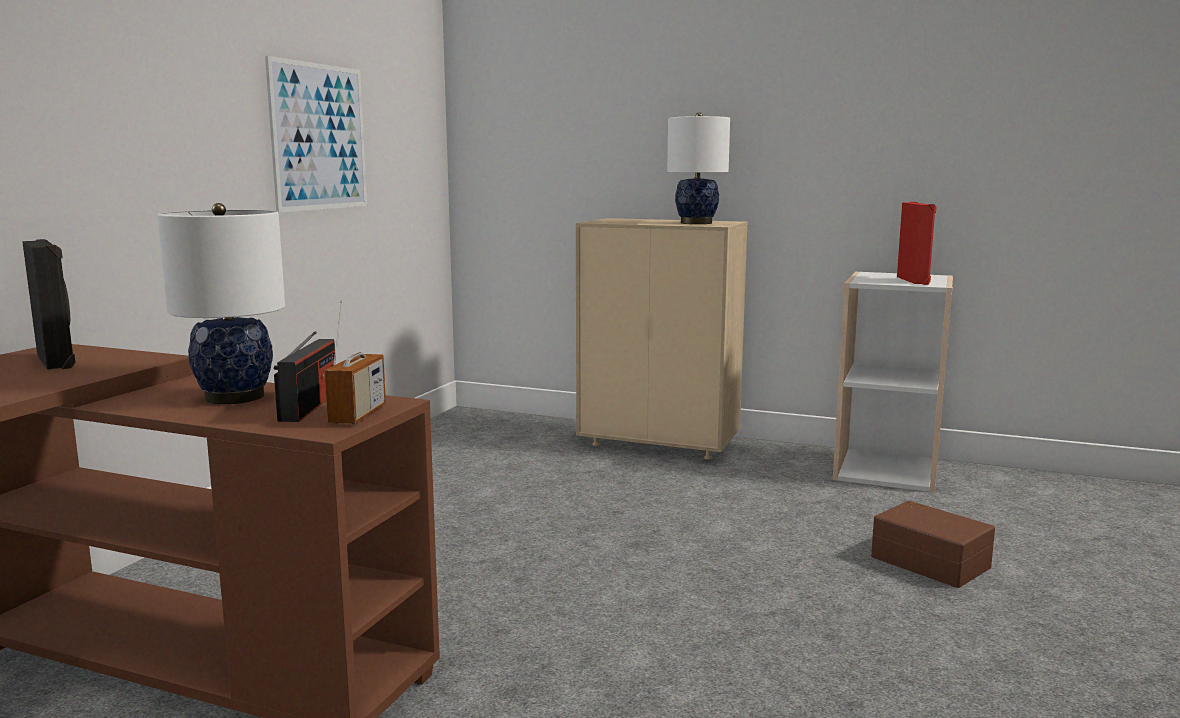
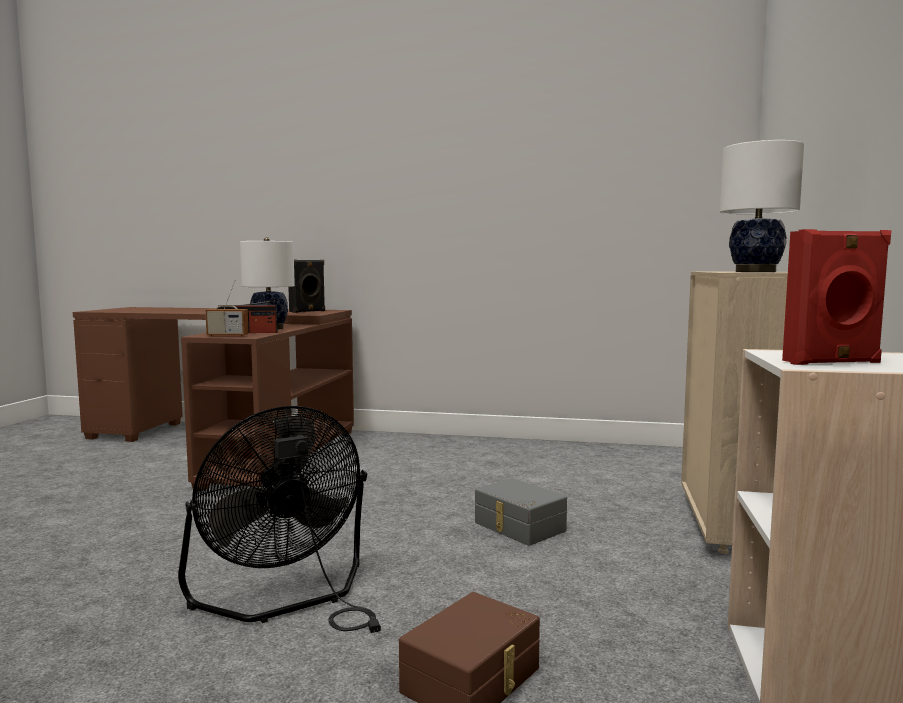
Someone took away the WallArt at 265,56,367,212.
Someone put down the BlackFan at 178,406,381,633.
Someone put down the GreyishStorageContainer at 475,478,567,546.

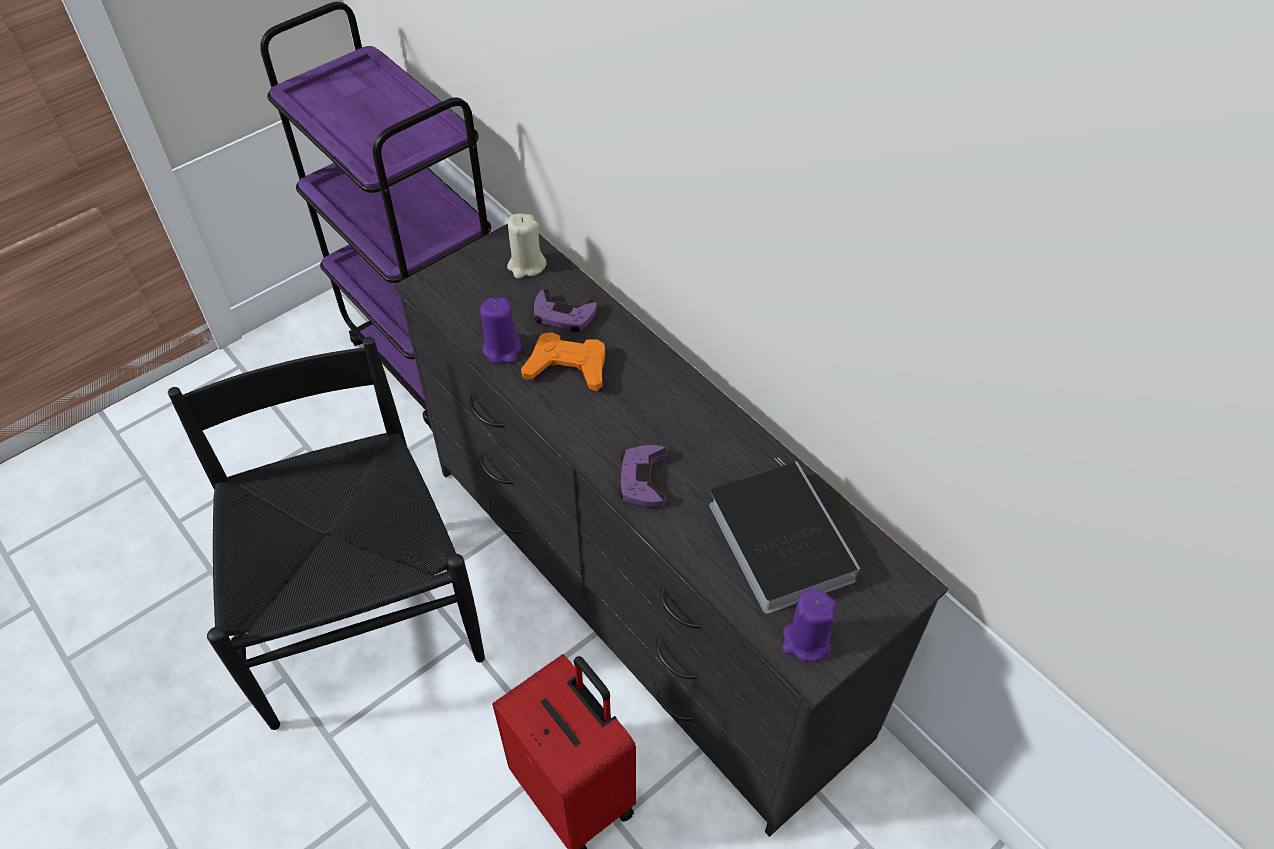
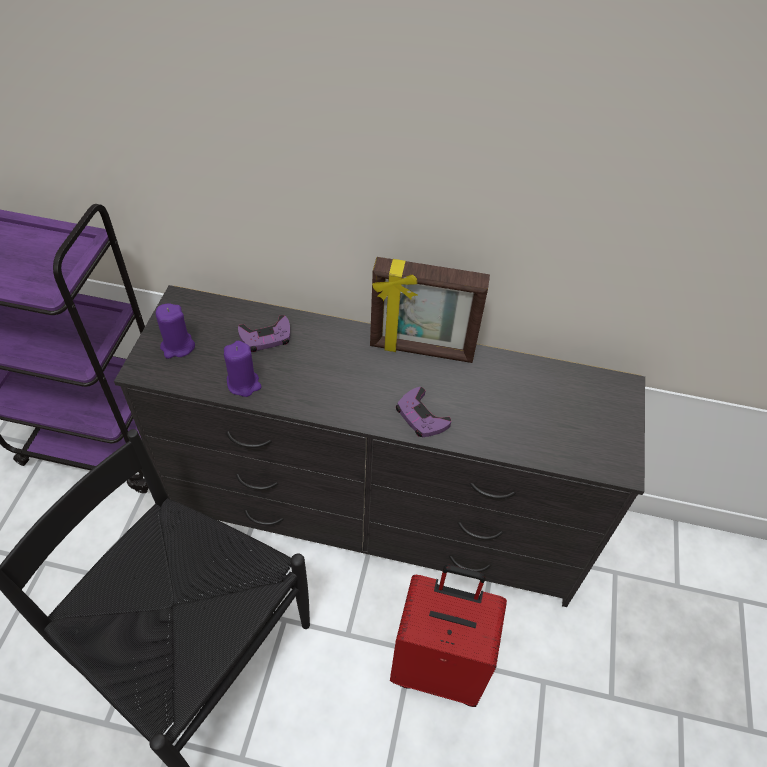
Someone took away the SandColouredWaxCandle at 507,213,546,279.
Someone took away the OrangeColouredGamepad at 521,332,605,391.
Someone took away the Volume at 709,458,861,614.
Someone put down the StandingFrame at 370,257,490,363.
Someone carried the PurplishWaxCandle from 782,589,837,662 to 156,304,195,359.

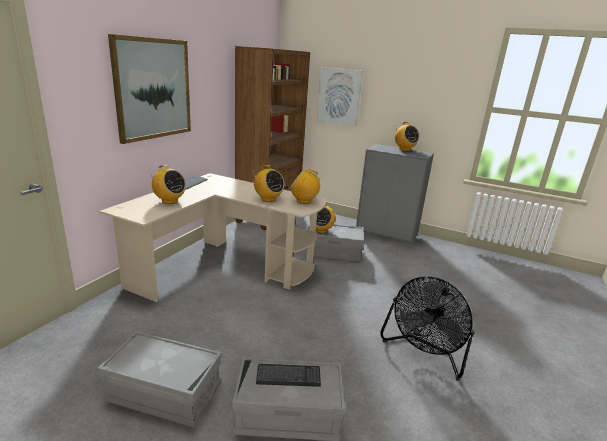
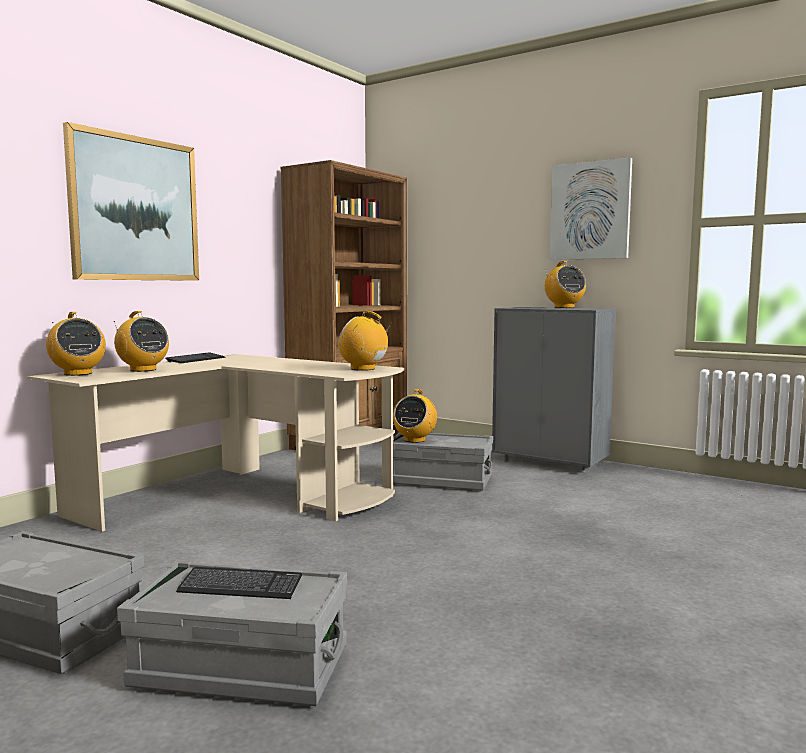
Someone took away the BlackFan at 380,276,475,381.
Someone carried the Radio from 253,165,285,202 to 46,312,106,376.
Someone carried the WallArt from 316,67,363,126 to 550,158,632,260.

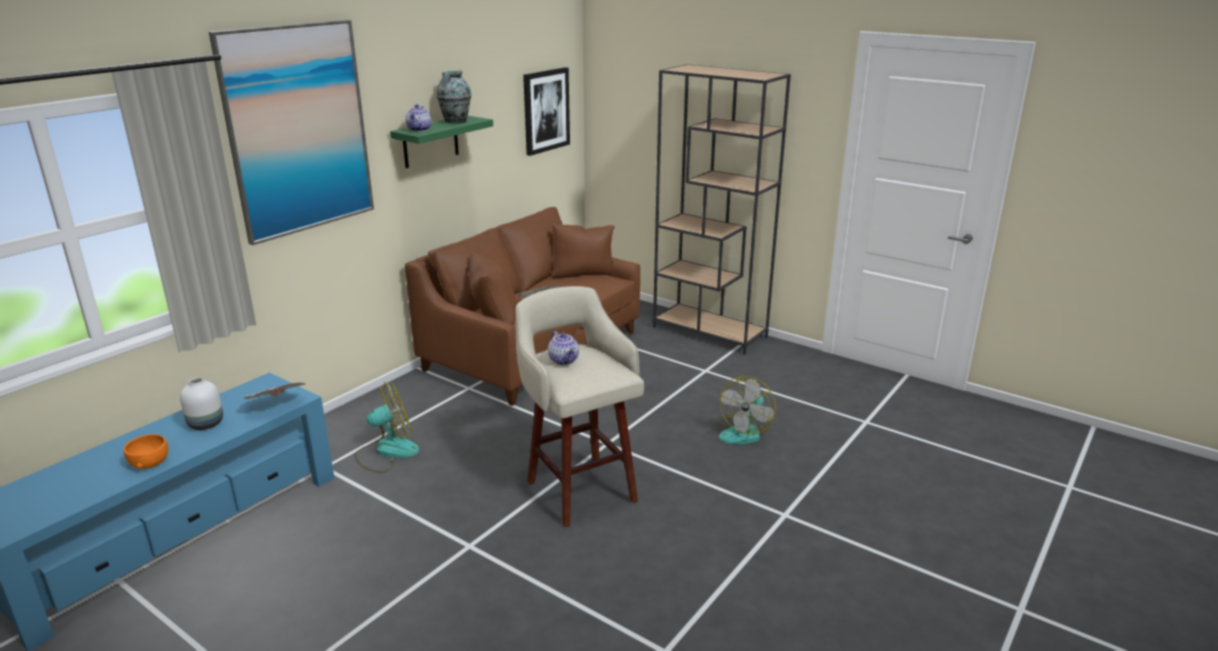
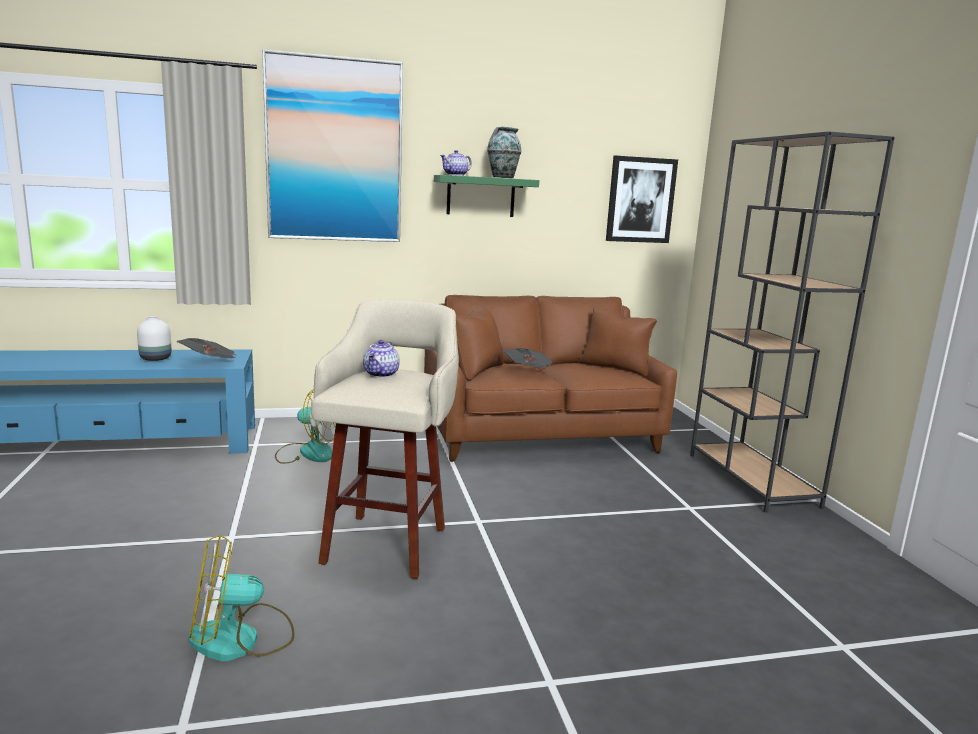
Someone took away the OrangeColouredServingBowl at 123,434,168,469.
Someone carried the Fan from 717,376,776,444 to 189,535,295,661.

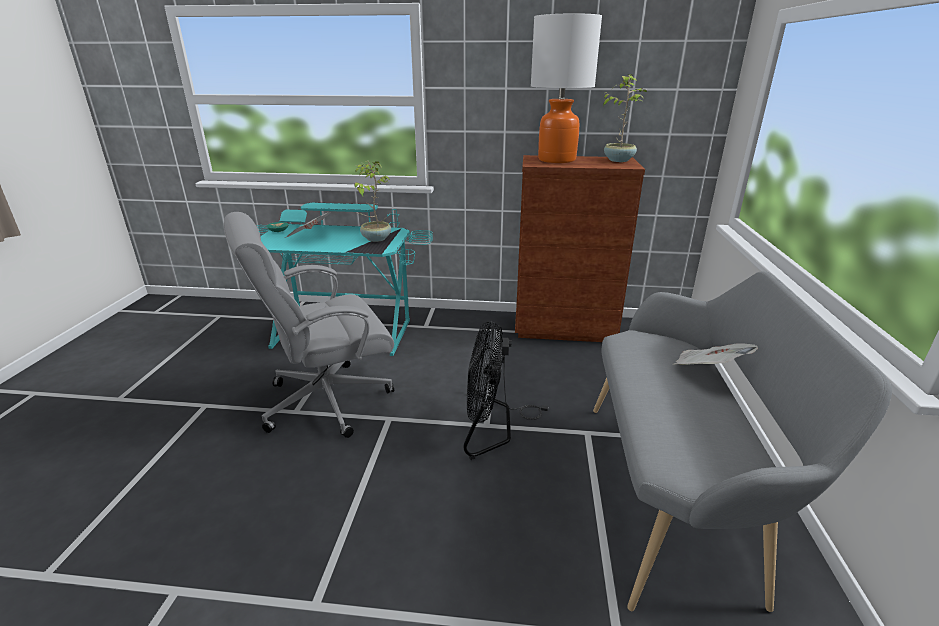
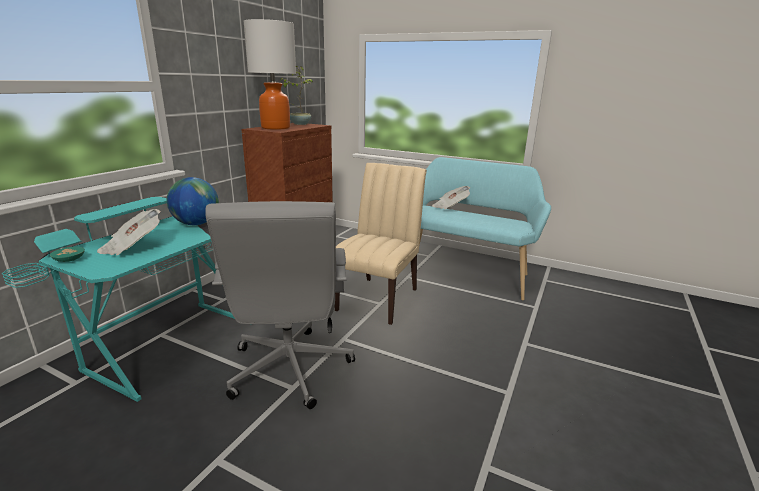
Someone swapped the Houseplant at 354,161,391,242 for the WorldGlobe at 167,177,219,225.
Someone swapped the BlackFan at 464,321,550,460 for the SandColouredPlainChair at 335,163,427,325.
Someone repainted the GreyishIndoorBench at 593,271,892,612, which became the BlueGreenIndoorBench at 419,157,551,301.

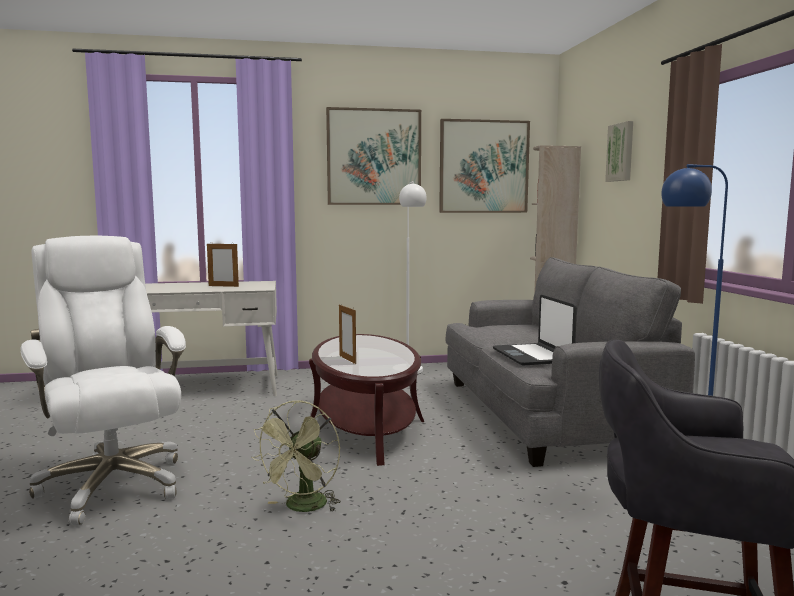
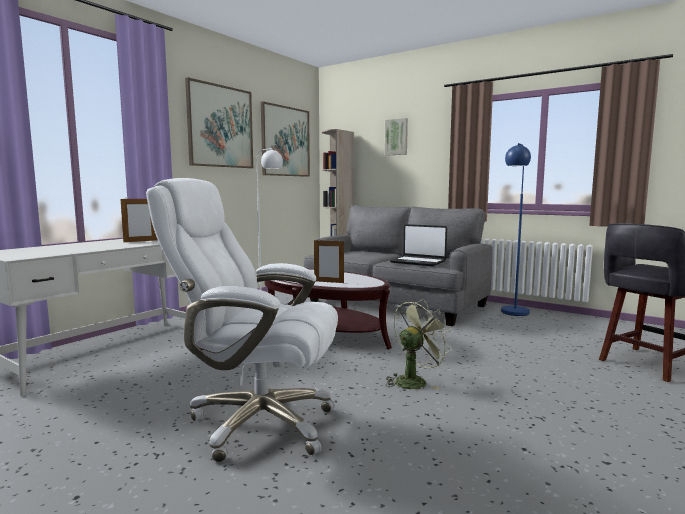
Someone rotated the GreenishFan at 251,400,341,512 by 105 degrees counterclockwise.

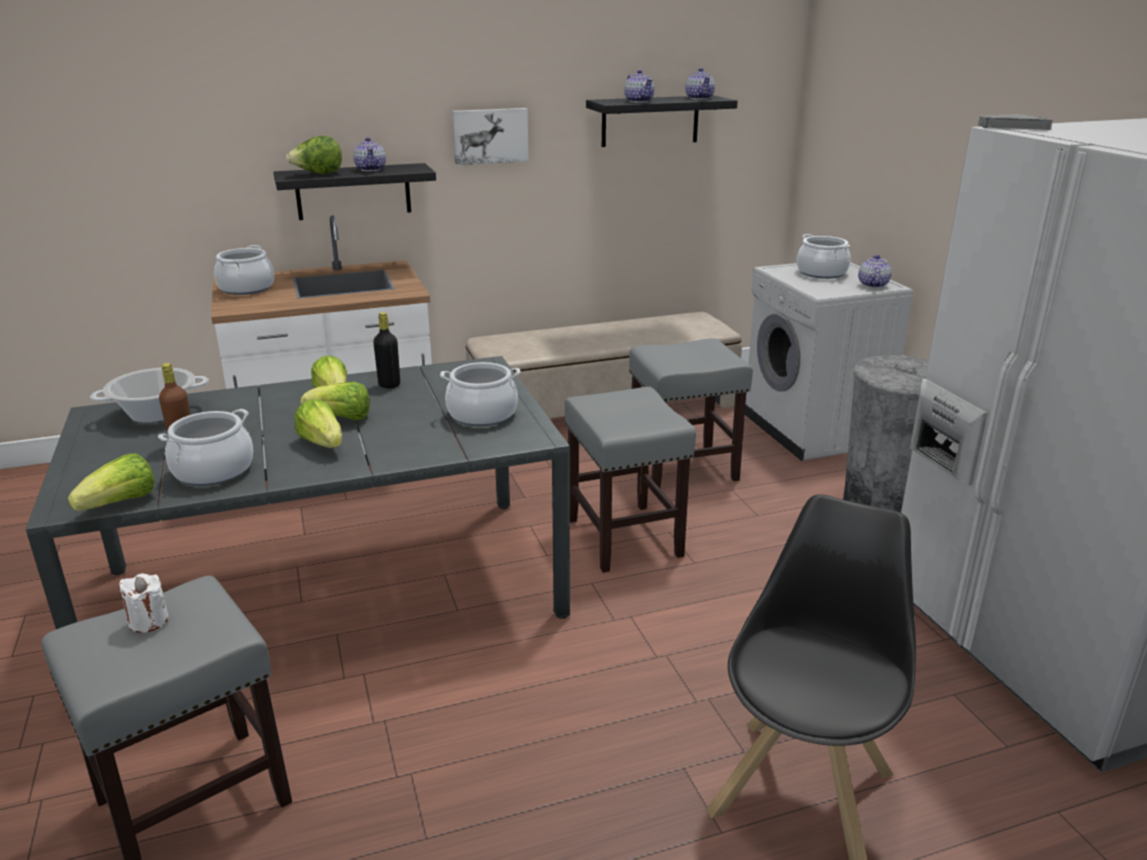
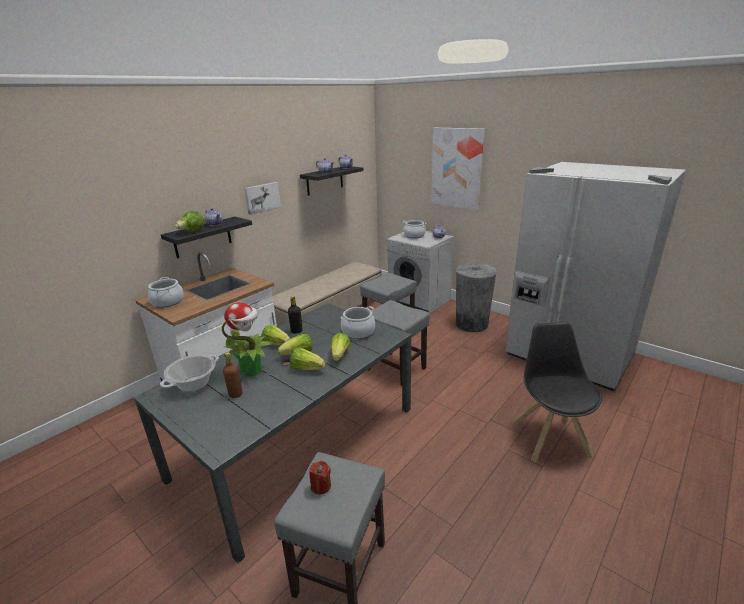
Someone took away the CookingPot at 158,409,253,486.
Someone put down the Houseplant at 222,302,272,377.
Someone put up the WallArt at 431,128,485,210.
Someone carried the HeadOfLettuce from 68,453,155,511 to 331,333,351,361.
Someone repainted the WhitishWaxCandle at 120,573,169,633, which became the RedWaxCandle at 310,461,331,494.

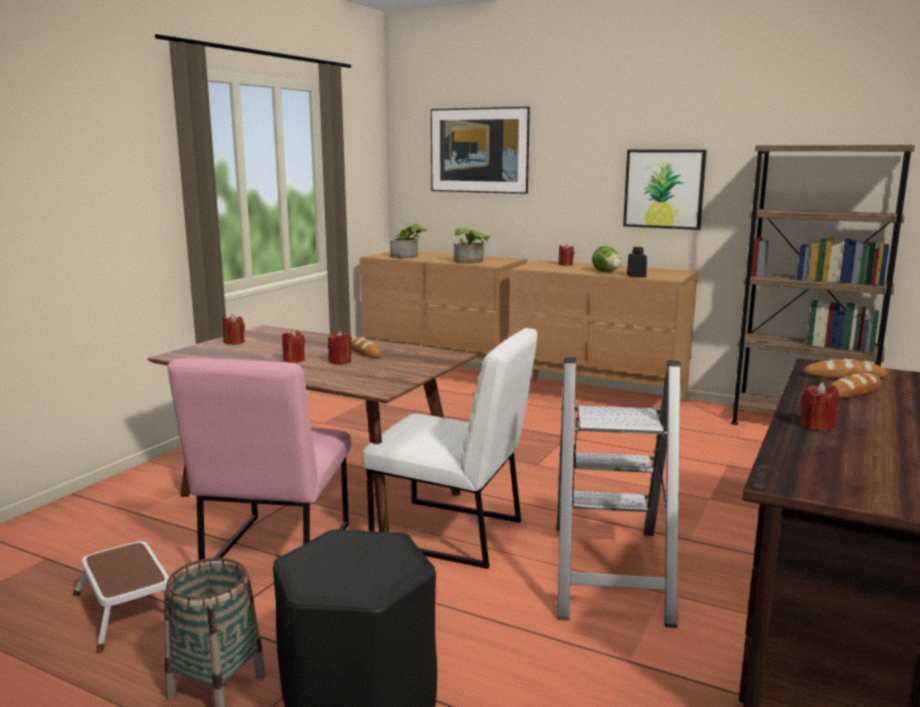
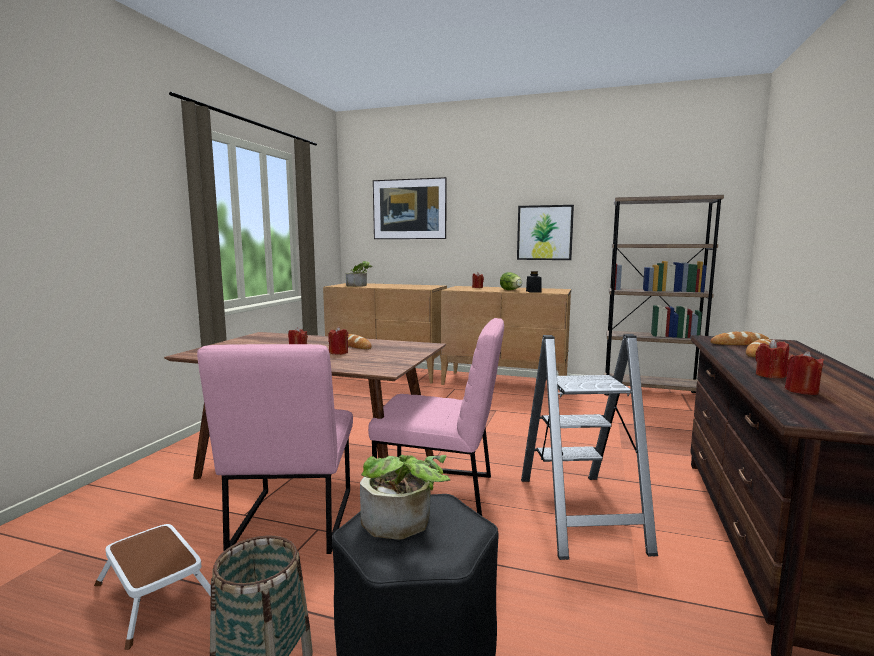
Someone carried the RedWaxCandle from 222,314,245,345 to 785,351,824,395.
Someone carried the Houseplant from 454,228,491,264 to 360,455,450,540.
Someone repainted the WhitishPlainChair at 362,328,537,569, which became the PinkPlainChair at 368,318,504,516.

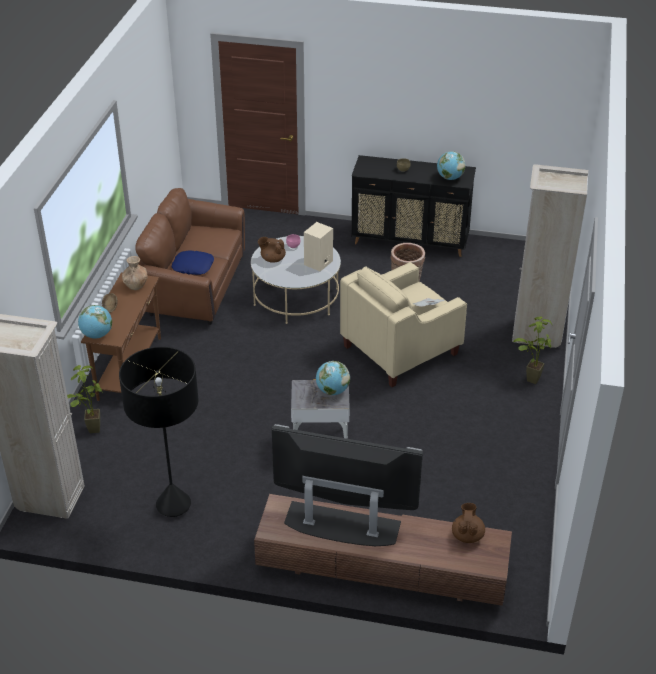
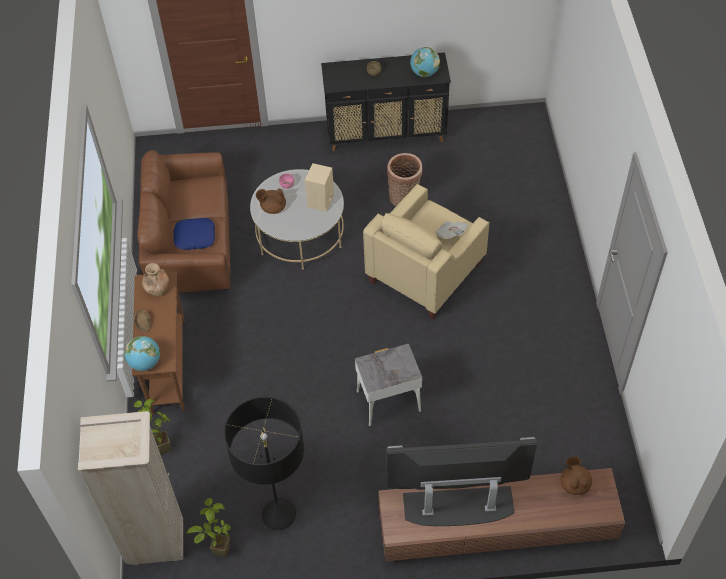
Someone took away the WorldGlobe at 316,361,350,395.
Someone took away the SandColouredCupboard at 512,164,588,348.
Someone carried the Houseplant from 513,317,552,384 to 187,498,231,557.

